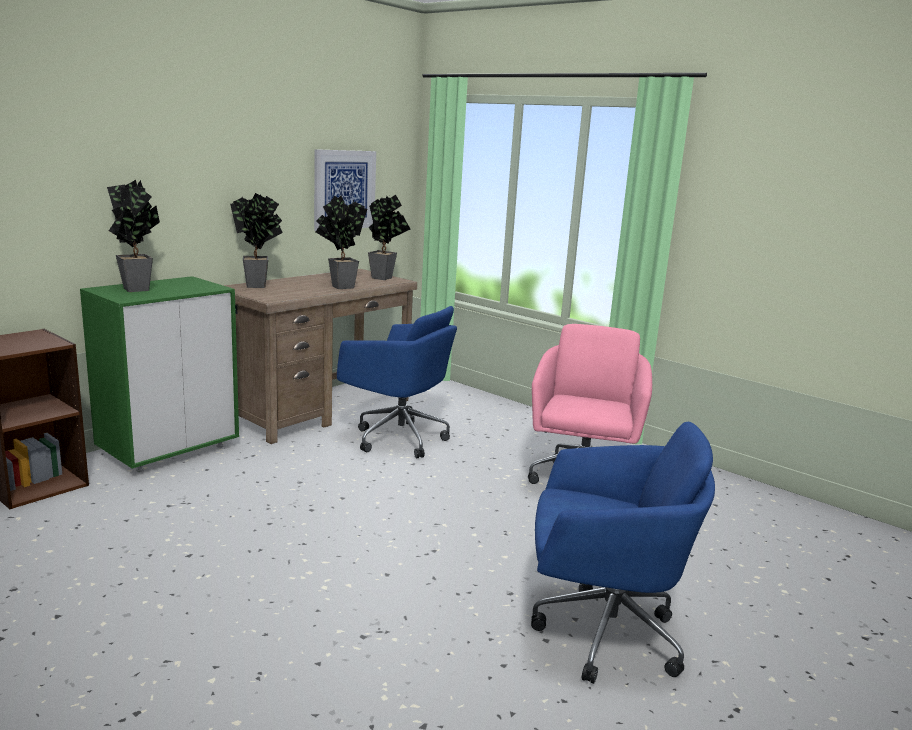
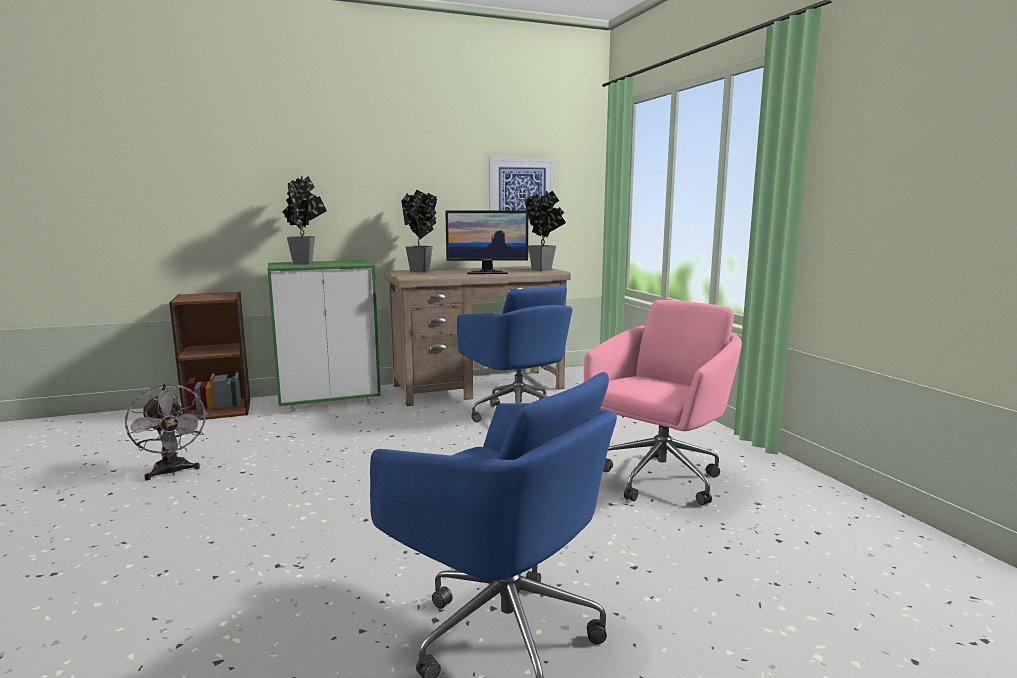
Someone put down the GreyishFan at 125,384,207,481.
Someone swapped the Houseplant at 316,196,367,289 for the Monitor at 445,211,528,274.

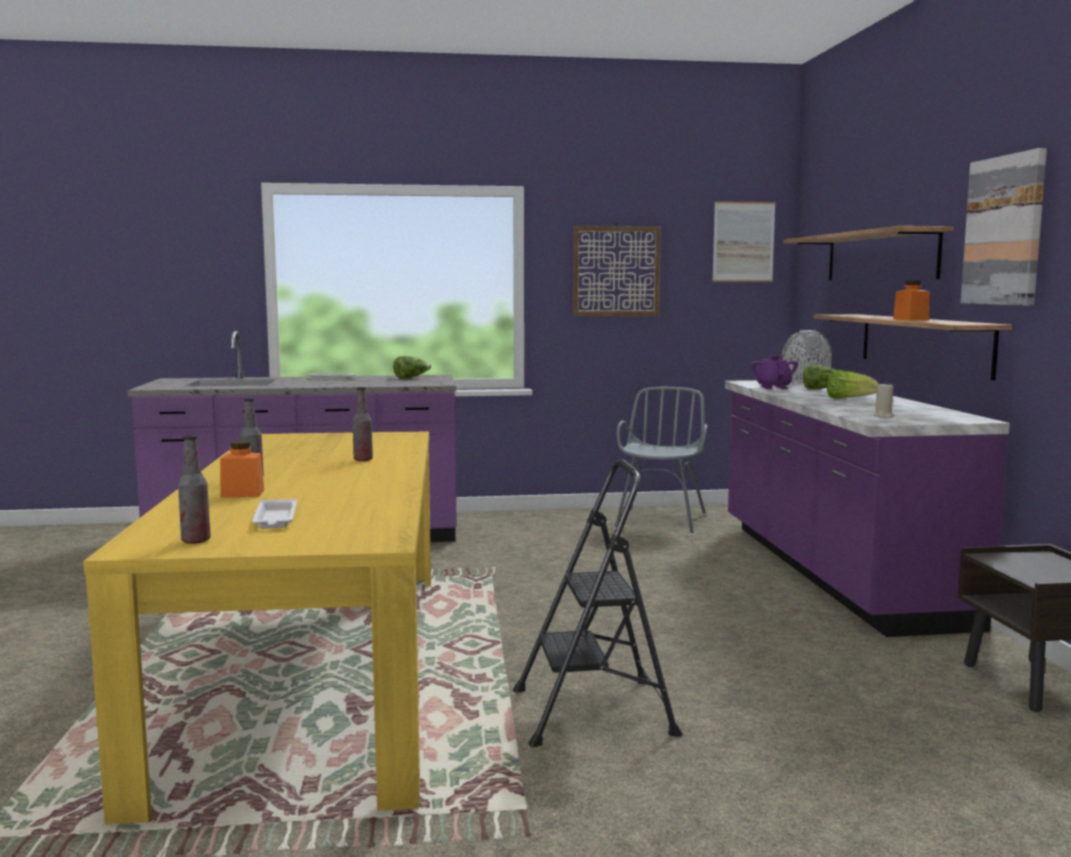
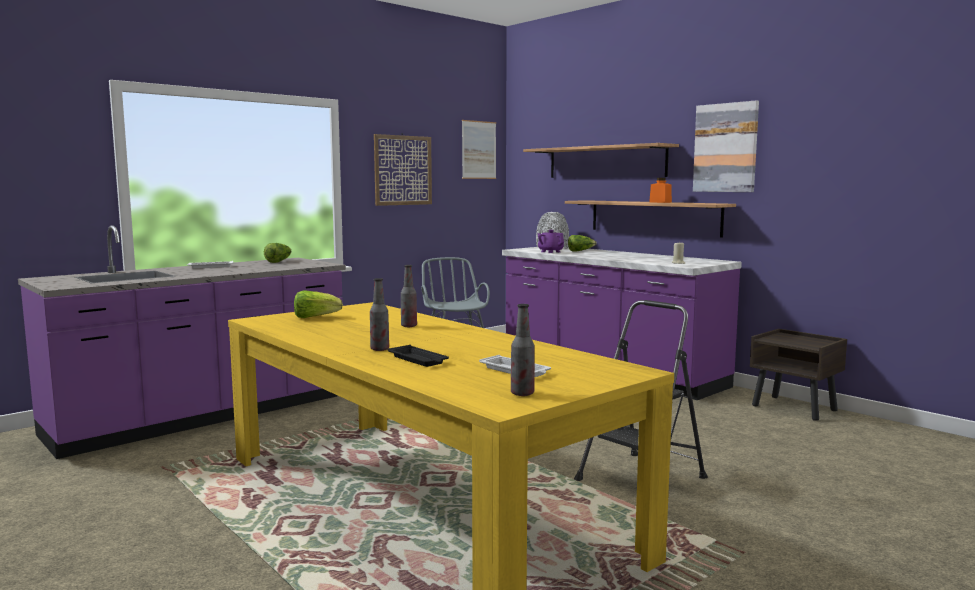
Someone carried the HeadOfLettuce from 827,370,879,399 to 294,290,343,318.
Someone swapped the OrangeColouredStorageJar at 220,441,264,498 for the BlackCarryingTray at 388,345,449,367.

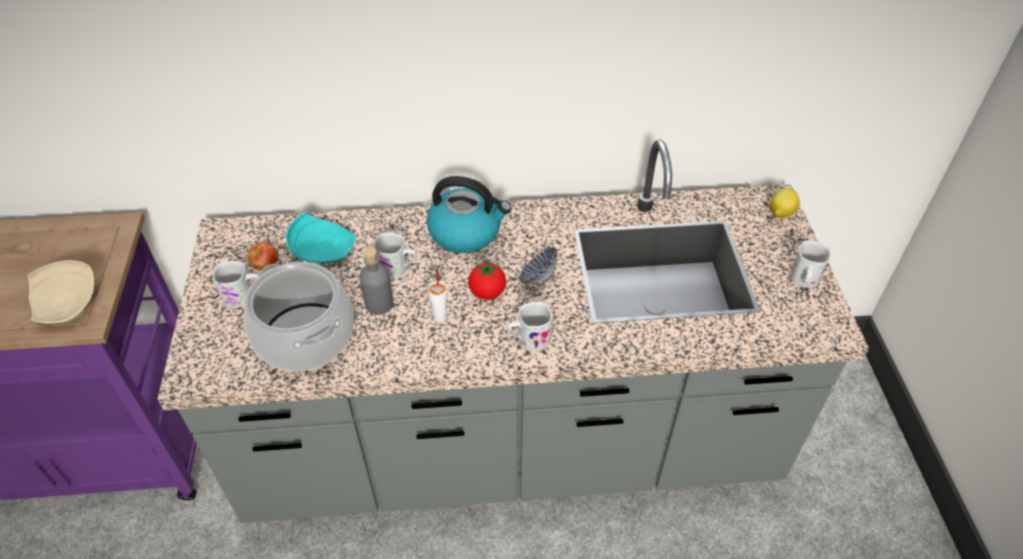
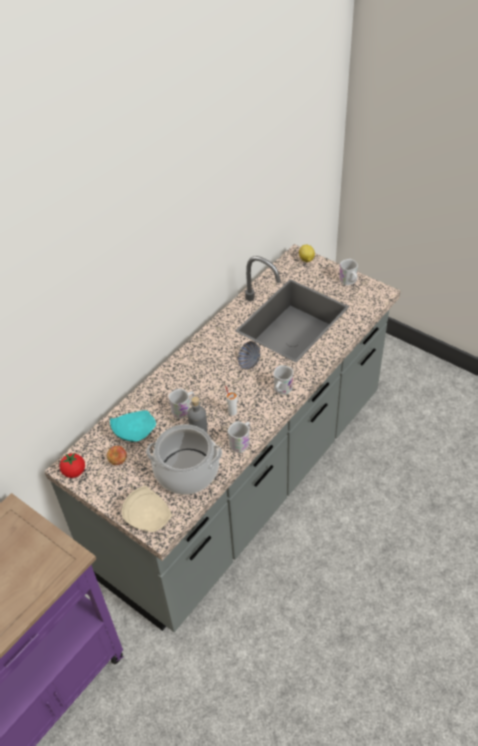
Someone took away the WaterKettle at 426,176,511,253.
Someone carried the SandColouredFlatDish from 28,260,94,324 to 122,486,172,532.
Someone carried the WhitishTeaMug from 212,261,259,308 to 228,421,250,453.
Someone carried the FreshTomato from 468,260,506,299 to 60,453,85,478.

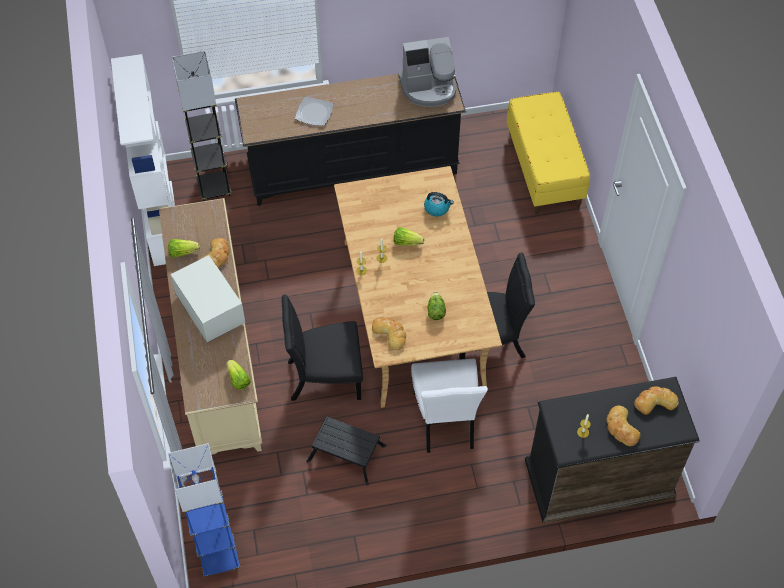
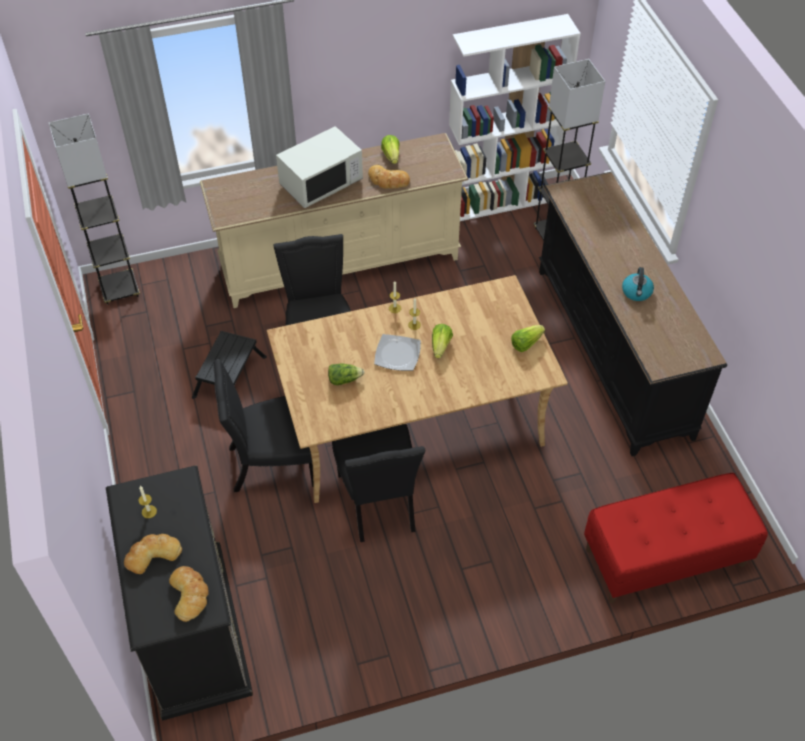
Someone took away the Bread at 372,317,406,350.
Someone took away the CoffeeMachine at 399,37,456,107.
Someone carried the HeadOfLettuce from 227,360,251,389 to 511,325,545,352.
Someone carried the FlatDish from 295,97,334,126 to 374,334,421,371.
Someone carried the WaterKettle from 424,192,454,217 to 622,267,654,301.
Someone repainted the BlueStandingLamp at 168,443,240,577, which became the GreyishStandingLamp at 49,113,140,305.
Someone repainted the WhitishPlainChair at 411,359,488,453, which became the BlackPlainChair at 214,359,313,492.
Someone repainted the YellowColouredIndoorBench at 507,92,590,215, which became the RedIndoorBench at 584,473,768,603.

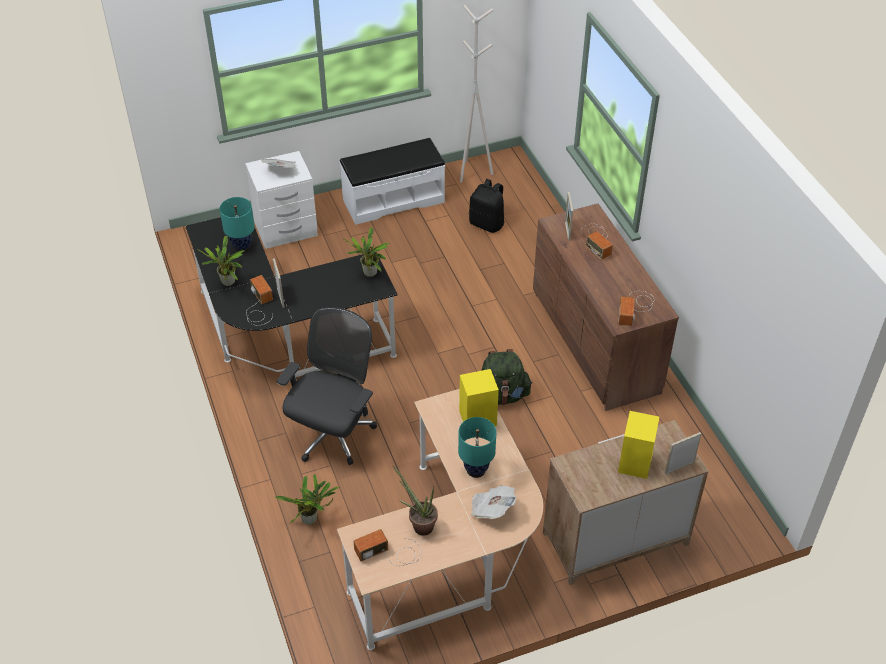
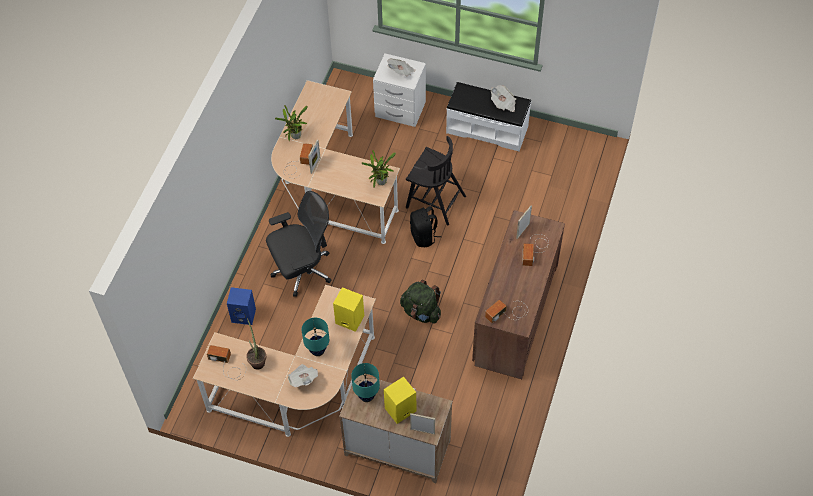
Someone took away the GreyishGarmentStand at 460,5,494,183.
Someone put down the BlackPlainChair at 406,136,466,225.
Someone put down the Newspaper at 491,85,516,112.
Someone carried the BlueGreenTableLamp from 220,197,255,252 to 351,363,380,402.
Someone carried the BlackRucksack from 469,179,504,233 to 410,206,441,247.
Someone swapped the Houseplant at 275,474,340,525 for the BlueSpeaker at 227,287,256,325.
Someone repainted the BlackDeskUnit at 185,217,398,378, which became the SandColouredDeskUnit at 271,80,400,244.

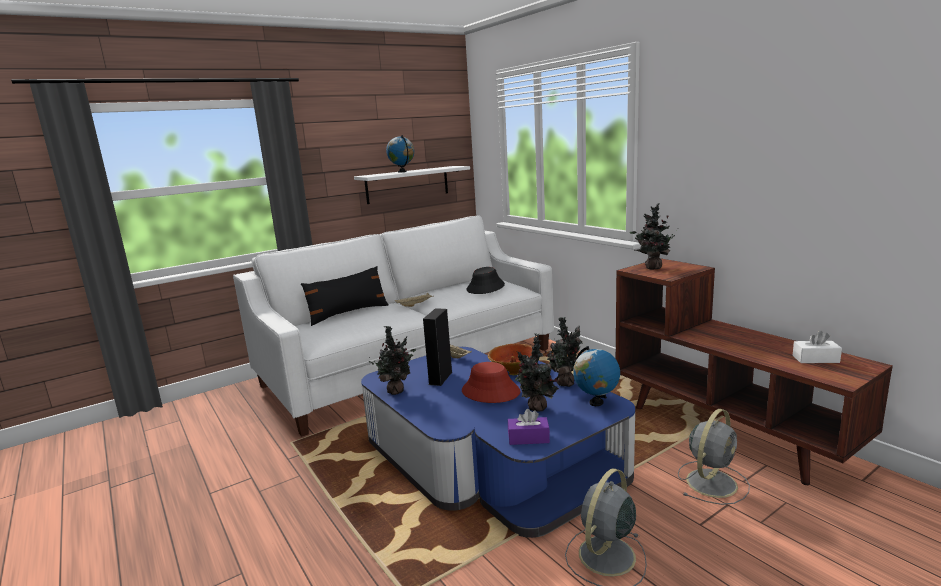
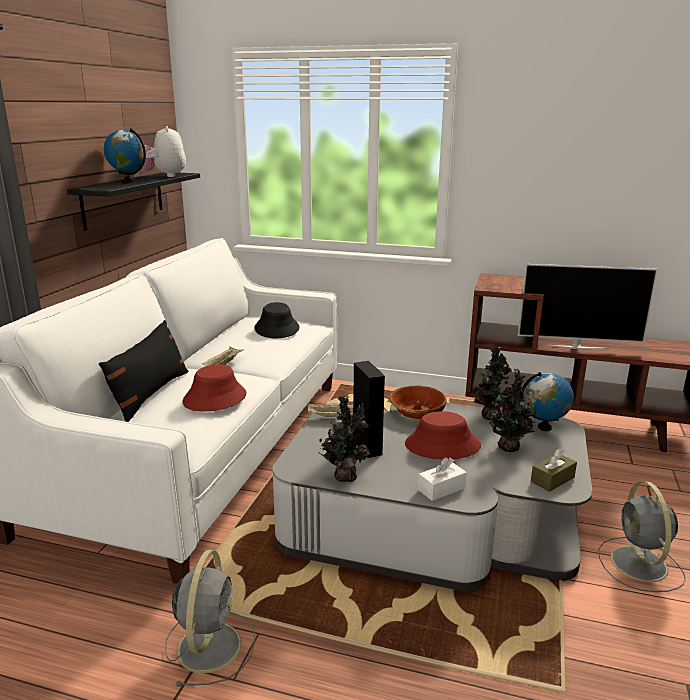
Someone took away the Houseplant at 630,203,677,269.
Someone put down the PlushToy at 142,126,186,177.
Someone put down the RedWearableHat at 182,364,247,412.
Someone put down the Tv at 518,264,658,349.
Someone carried the GreyishFan from 678,409,750,505 to 165,550,255,687.
Someone carried the WhitishTissueBox from 793,330,842,363 to 418,457,467,501.
Someone repainted the WhitishShelf at 354,166,470,204, which became the BlackShelf at 67,172,200,231.
Someone repainted the BlueLoungeTable at 361,347,635,538, which became the GreyishLoungeTable at 272,402,592,591.
Someone repainted the PurplishTissueBox at 508,409,550,445, which became the BrownColouredTissueBox at 531,449,577,492.

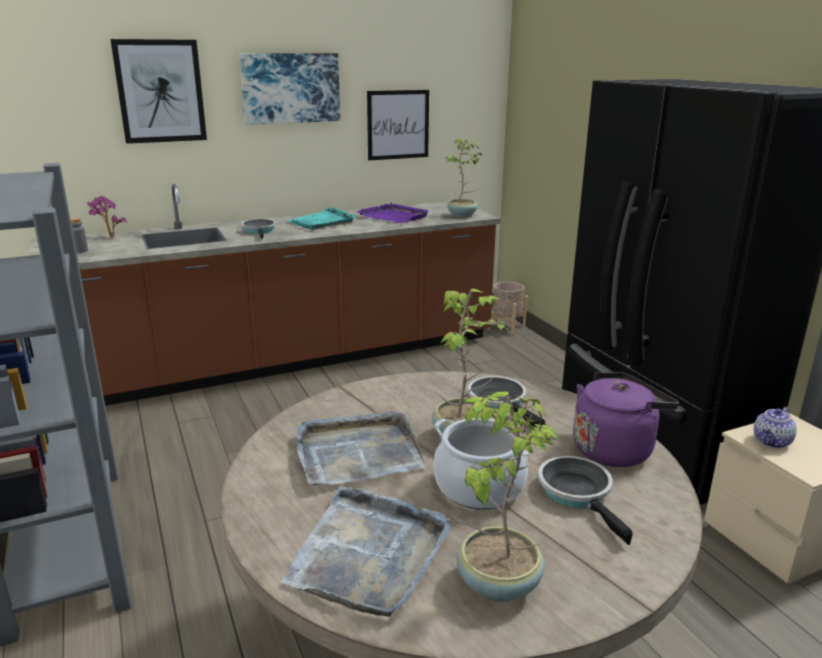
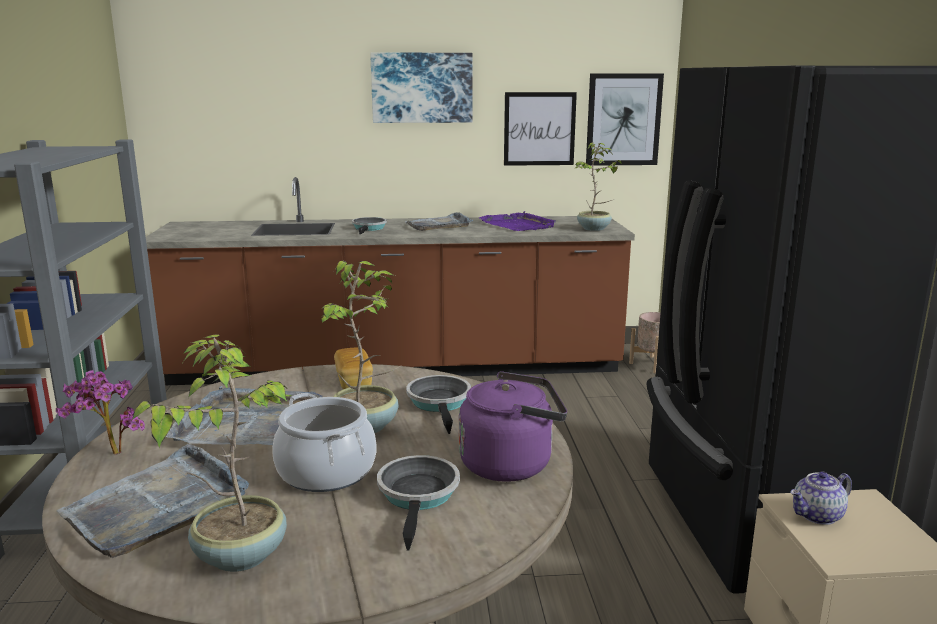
Someone took away the GreyishDrinkBottle at 71,218,88,253.
Someone put down the Bread at 334,347,373,389.
Someone carried the Houseplant from 87,196,127,237 to 56,370,145,454.
Someone carried the WallArt from 110,39,207,144 to 586,73,664,166.
Someone repainted the BlueGreenCarryingTray at 287,207,356,229, which became the GreyishCarryingTray at 404,212,473,231.

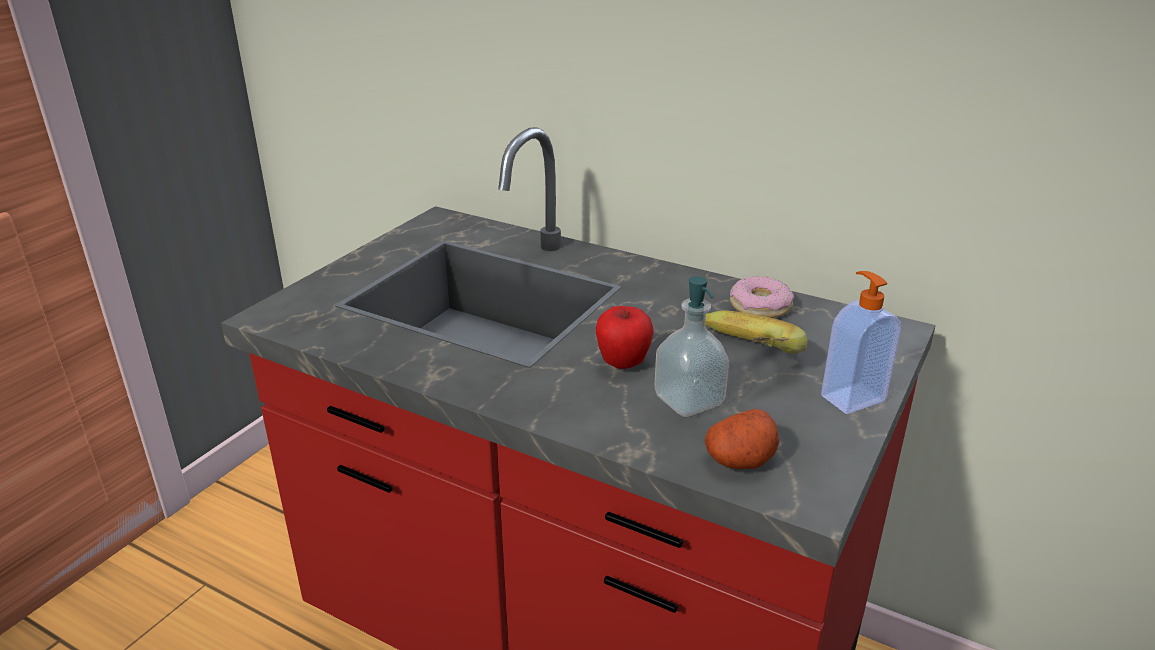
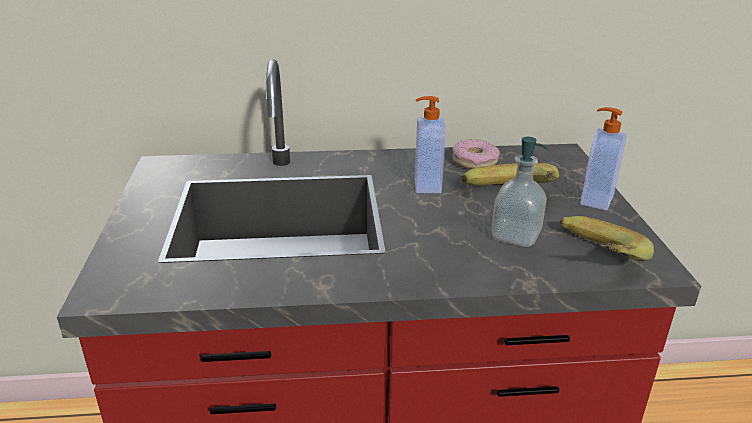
Someone took away the WholeApple at 596,306,654,369.
Someone put down the SoapDispenser at 415,96,445,193.
Someone swapped the WholePotato at 705,409,779,469 for the BananaFruit at 560,216,654,261.

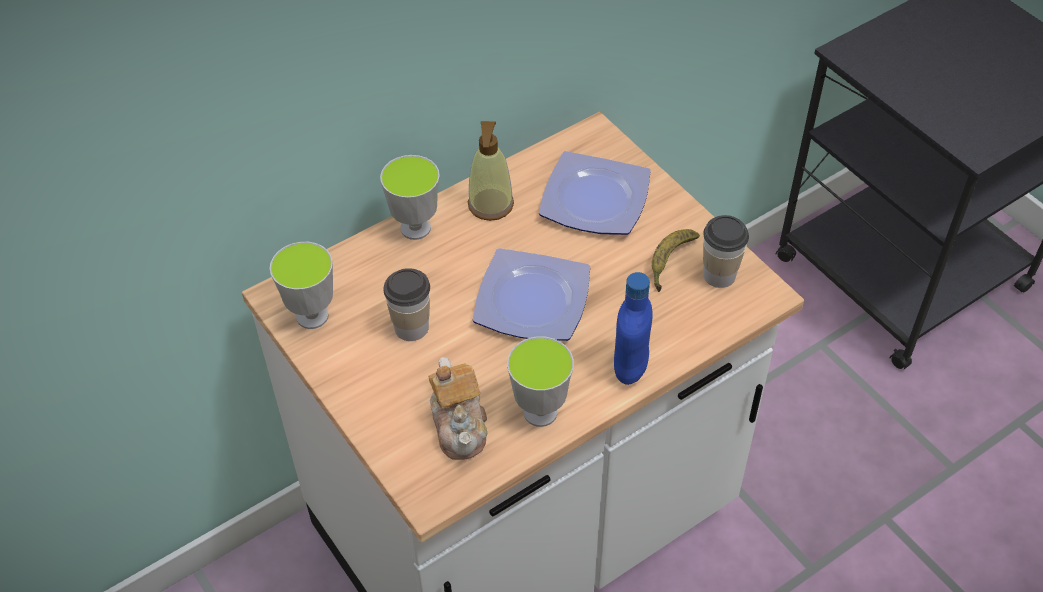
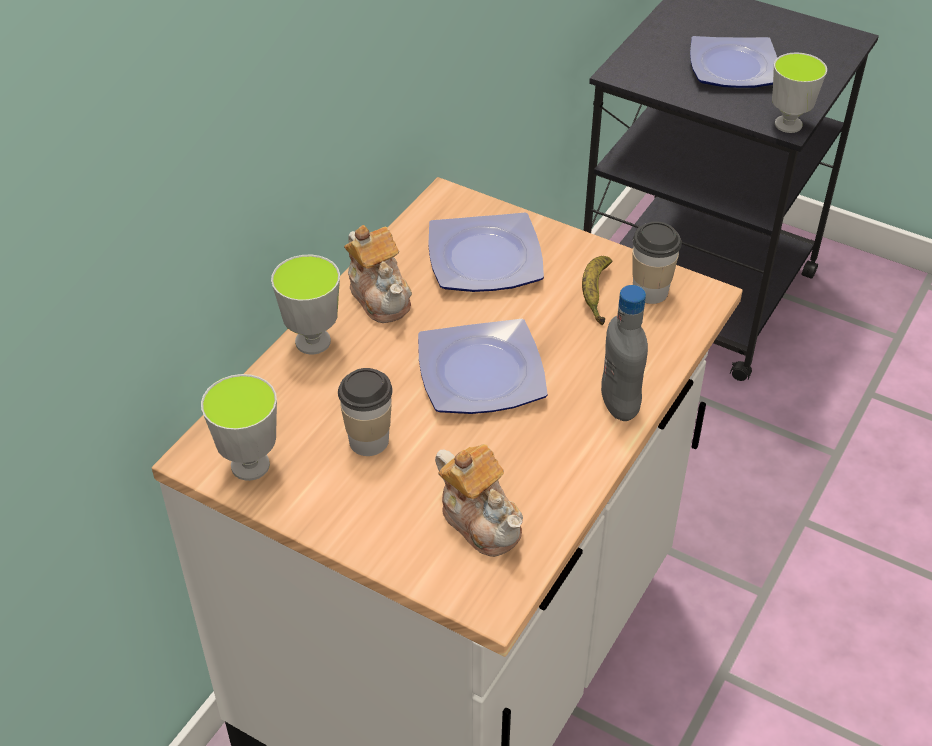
Someone put down the FlatDish at 690,36,777,88.
Someone carried the Cup from 507,336,574,427 to 772,52,827,133.
Someone swapped the SoapDispenser at 468,121,514,221 for the TeaPot at 344,225,412,323.
Someone repainted the BlueDrinkBottle at 614,272,652,385, which became the GreyishDrinkBottle at 601,285,648,421.

